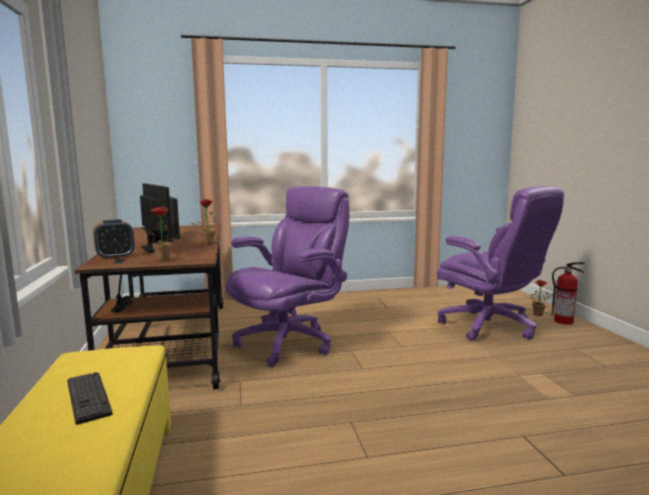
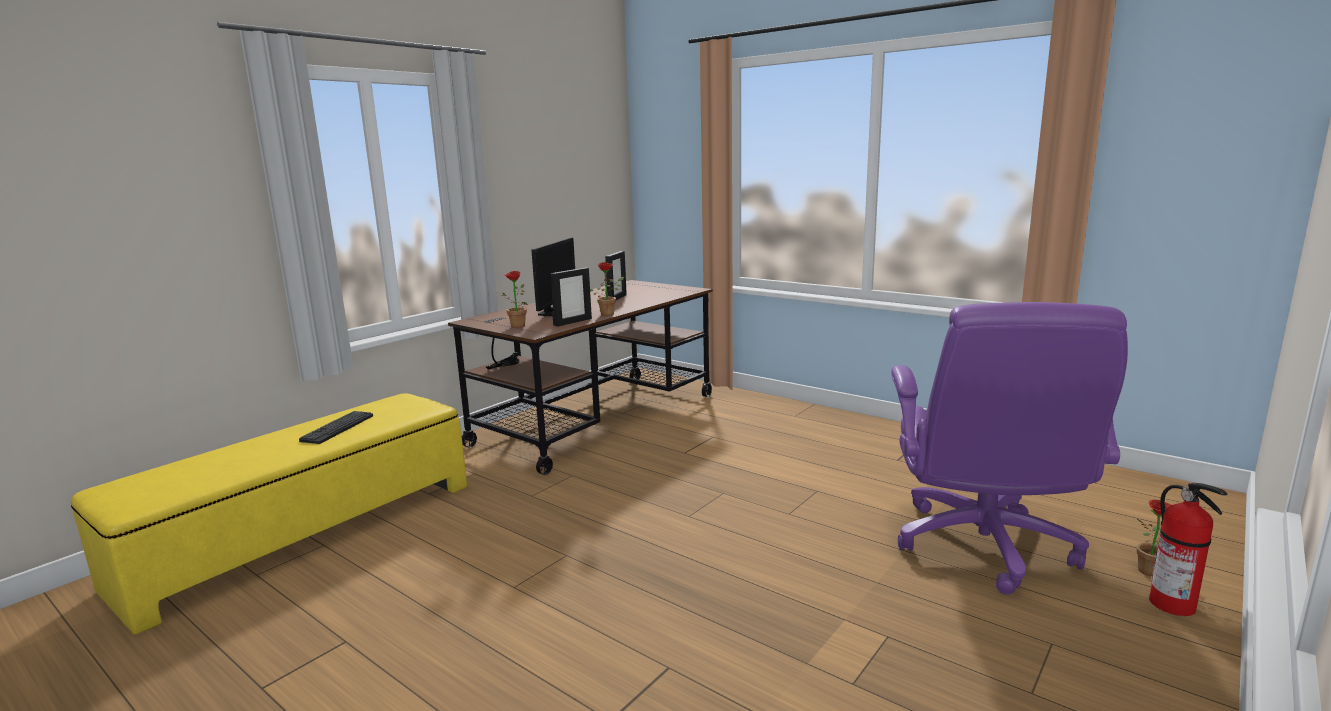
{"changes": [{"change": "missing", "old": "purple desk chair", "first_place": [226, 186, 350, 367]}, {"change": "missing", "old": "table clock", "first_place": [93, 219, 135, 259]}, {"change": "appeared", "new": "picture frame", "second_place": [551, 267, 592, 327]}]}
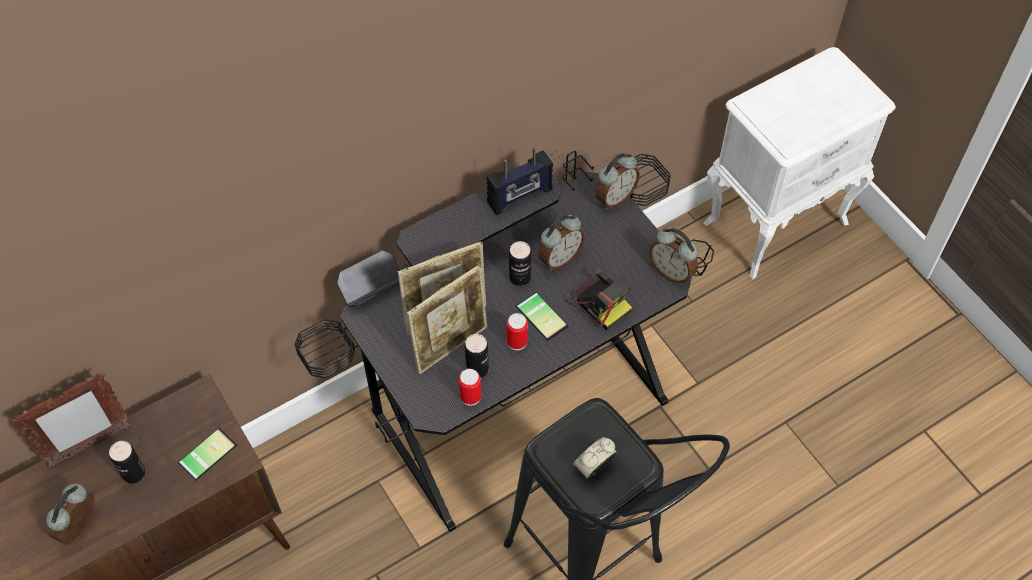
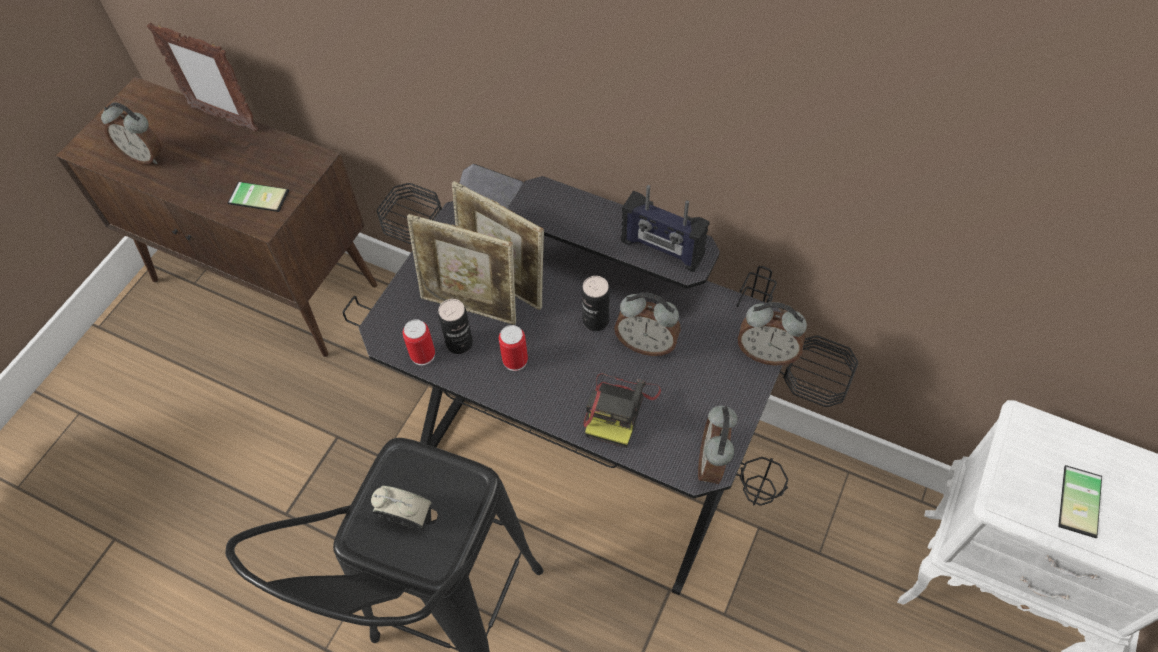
{"changes": [{"change": "relocated", "old": "phone", "first_place": [516, 292, 568, 341], "second_place": [1058, 465, 1102, 538]}, {"change": "missing", "old": "metal can", "first_place": [109, 441, 145, 484]}, {"change": "spun", "old": "table clock", "first_place": [46, 484, 95, 545], "second_place": [101, 102, 162, 165], "degrees": -150}]}
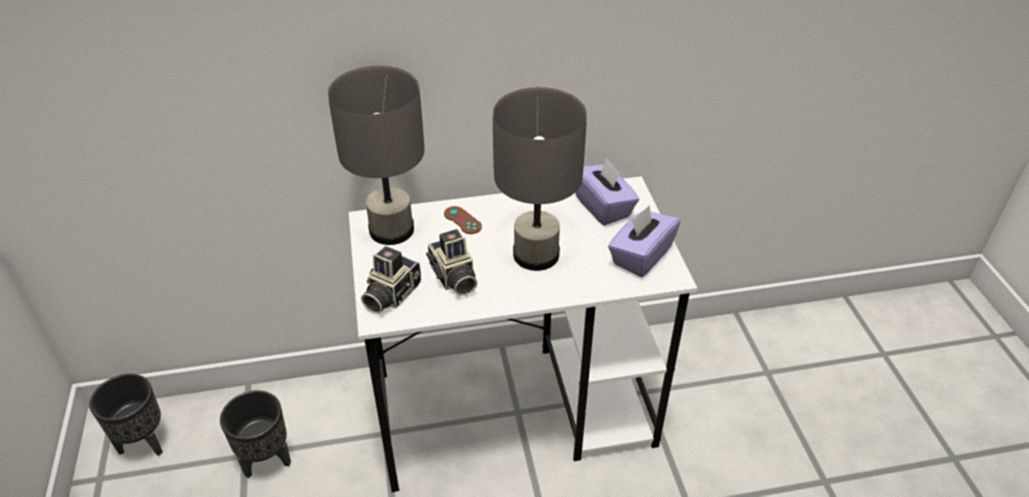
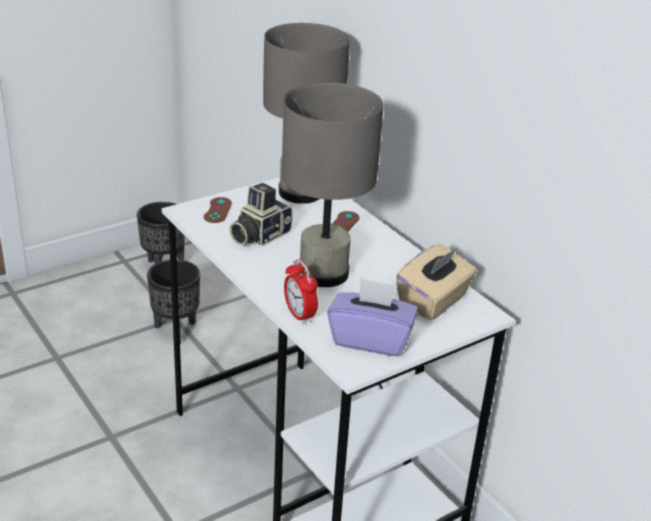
{"changes": [{"change": "colour", "old": "purple tissue holder", "new": "beige-coloured tissue holder", "first_place": [575, 157, 639, 226], "second_place": [396, 244, 477, 320]}, {"change": "exchanged", "old": "still camera", "new": "brown-coloured joypad", "first_place": [361, 246, 421, 314], "second_place": [204, 197, 232, 223]}, {"change": "appeared", "new": "table clock", "second_place": [284, 259, 318, 325]}]}
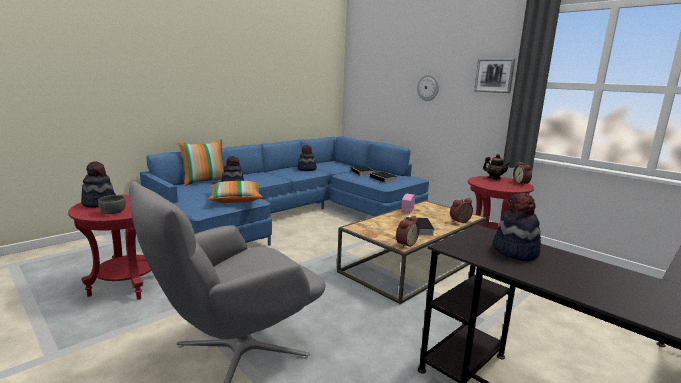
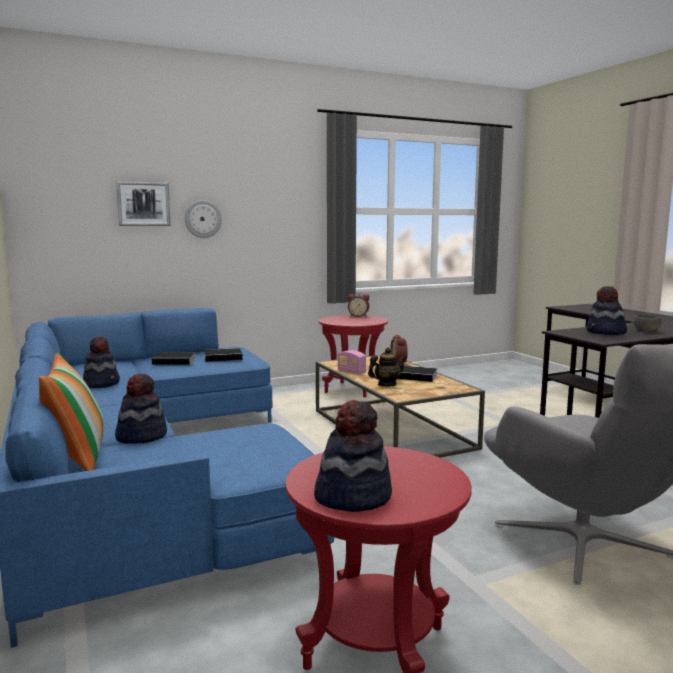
{"changes": [{"change": "relocated", "old": "wall picture", "first_place": [474, 58, 515, 93], "second_place": [116, 181, 171, 226]}, {"change": "relocated", "old": "teapot", "first_place": [483, 154, 510, 180], "second_place": [368, 347, 406, 386]}, {"change": "missing", "old": "throw pillow", "first_place": [208, 181, 264, 203]}, {"change": "relocated", "old": "grey deep dish", "first_place": [98, 195, 126, 214], "second_place": [634, 315, 662, 332]}, {"change": "missing", "old": "table clock", "first_place": [396, 216, 419, 248]}]}
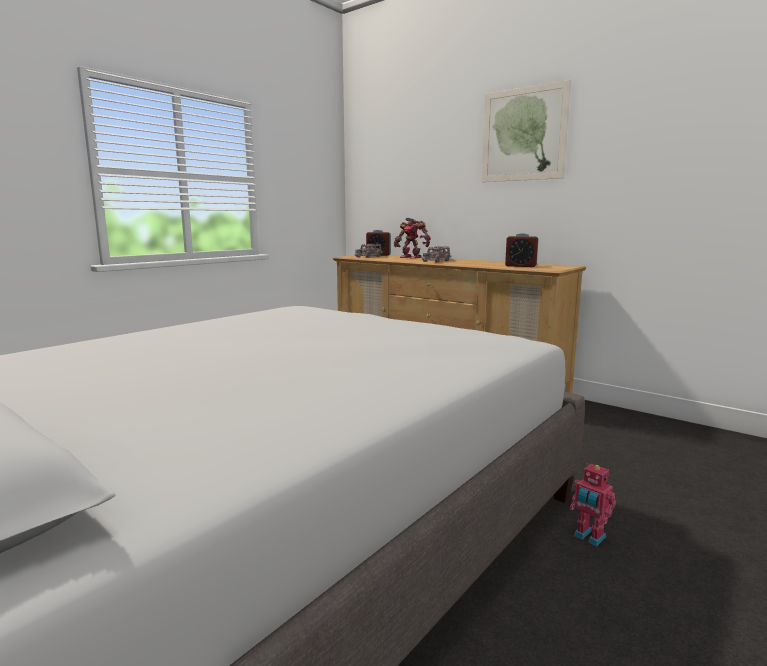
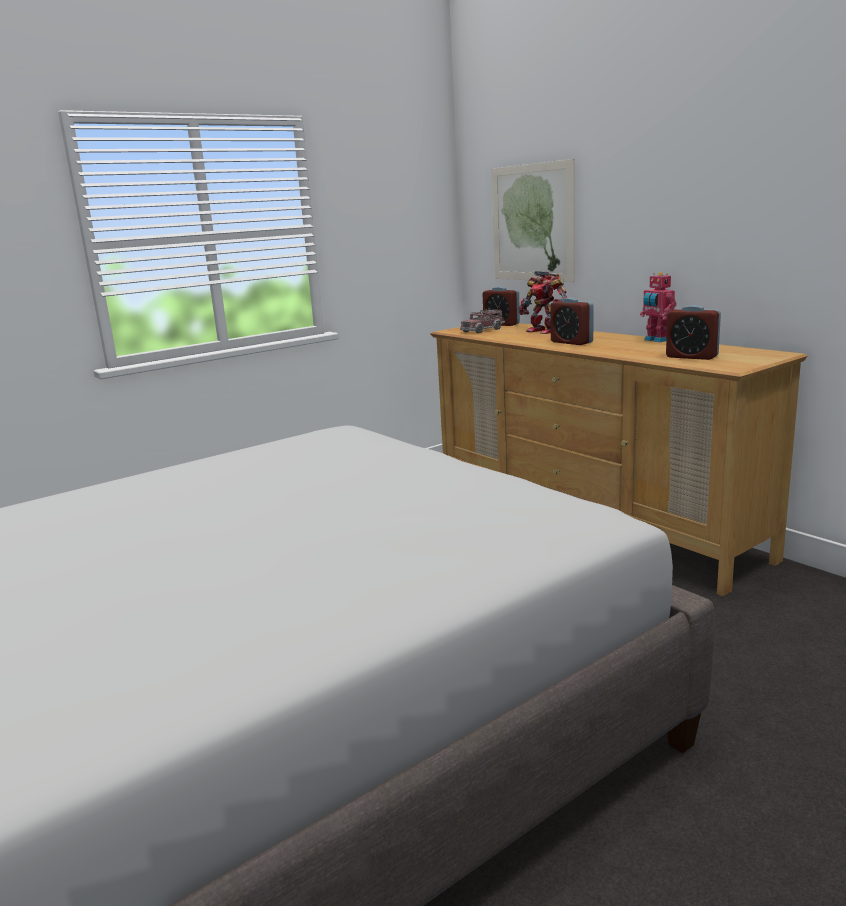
{"changes": [{"change": "relocated", "old": "wall picture", "first_place": [482, 80, 571, 182], "second_place": [492, 159, 575, 282]}, {"change": "exchanged", "old": "toy truck", "new": "table clock", "first_place": [422, 246, 452, 262], "second_place": [550, 297, 594, 345]}, {"change": "relocated", "old": "toy robot", "first_place": [570, 463, 616, 546], "second_place": [640, 272, 676, 343]}]}
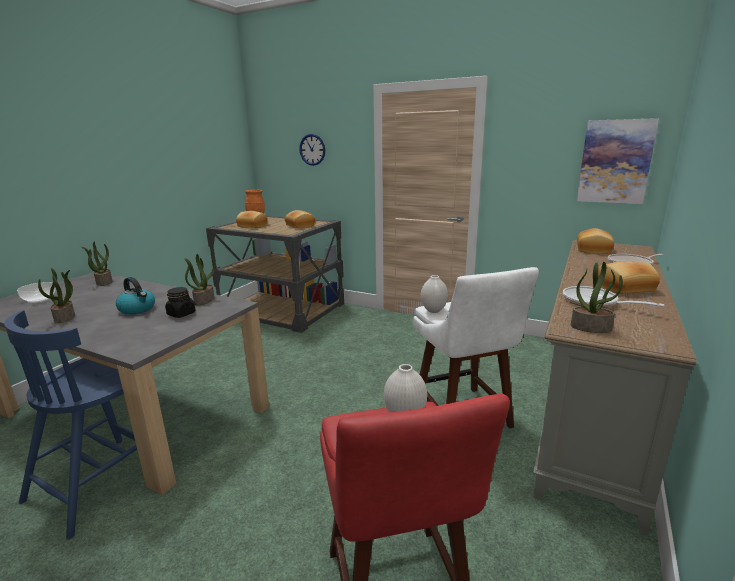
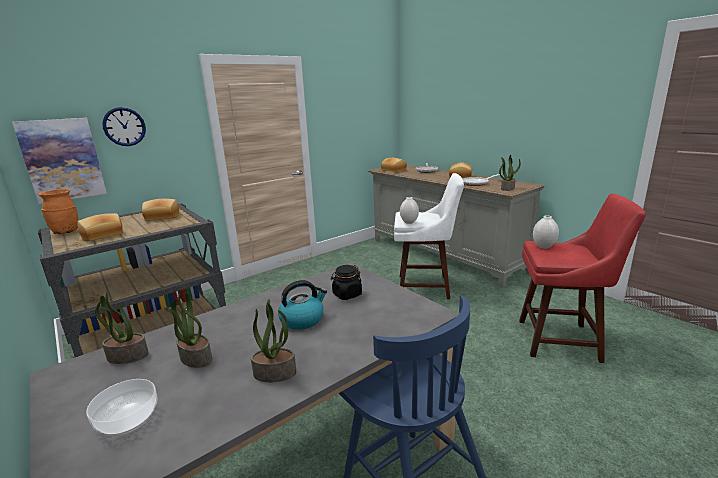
{"changes": [{"change": "relocated", "old": "wall picture", "first_place": [577, 118, 659, 204], "second_place": [12, 118, 107, 204]}, {"change": "relocated", "old": "potted plant", "first_place": [185, 254, 215, 305], "second_place": [164, 292, 212, 368]}]}
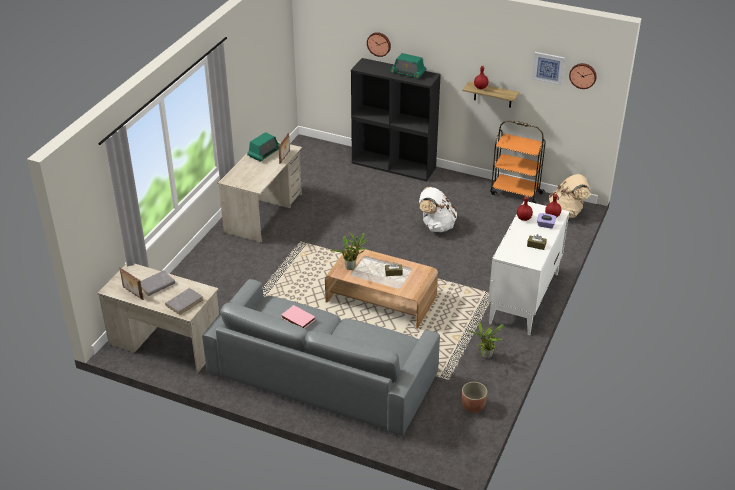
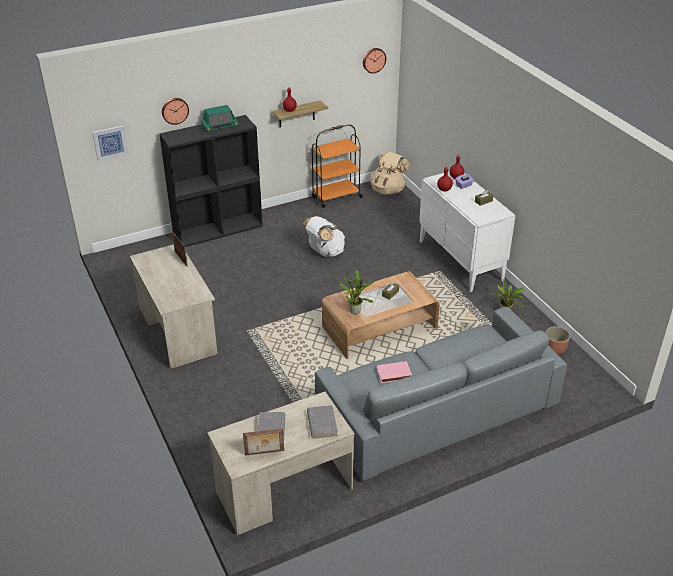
{"changes": [{"change": "relocated", "old": "wall picture", "first_place": [532, 52, 565, 85], "second_place": [92, 125, 129, 161]}, {"change": "missing", "old": "radio", "first_place": [247, 132, 279, 162]}]}
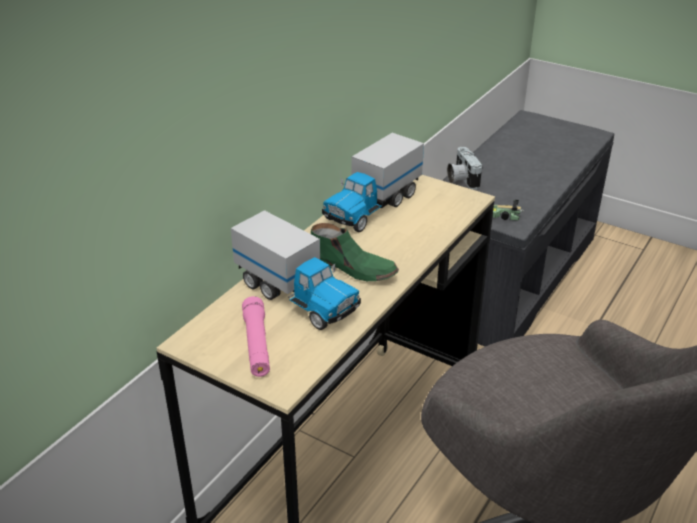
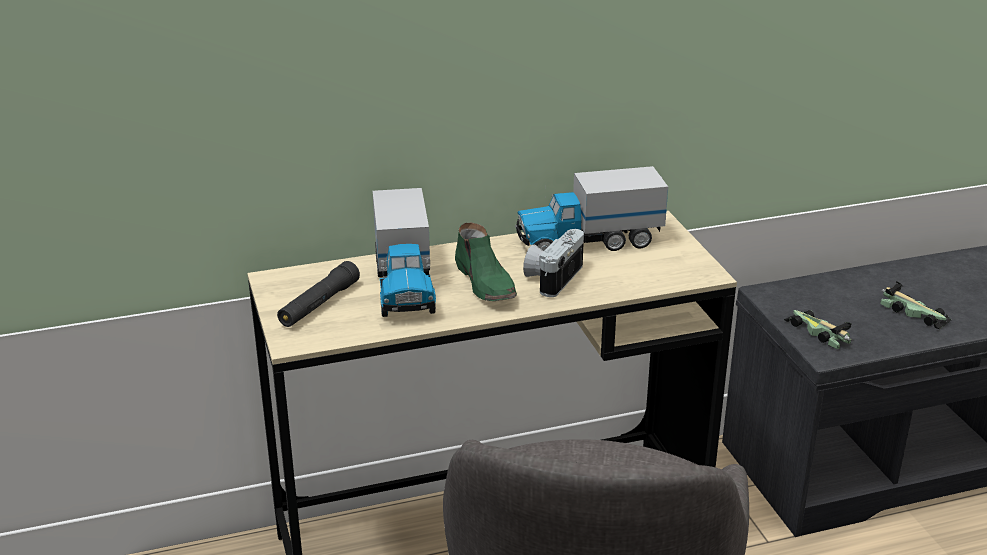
{"changes": [{"change": "relocated", "old": "still camera", "first_place": [447, 147, 483, 189], "second_place": [523, 229, 584, 297]}, {"change": "colour", "old": "pink flashlight", "new": "black-coloured flashlight", "first_place": [242, 296, 270, 377], "second_place": [277, 261, 360, 327]}, {"change": "appeared", "new": "miniature car", "second_place": [880, 281, 952, 330]}]}
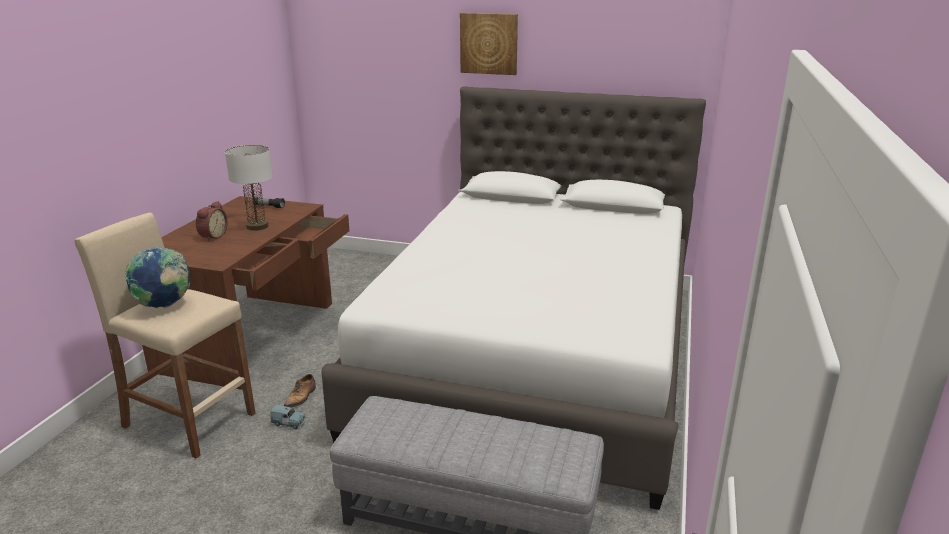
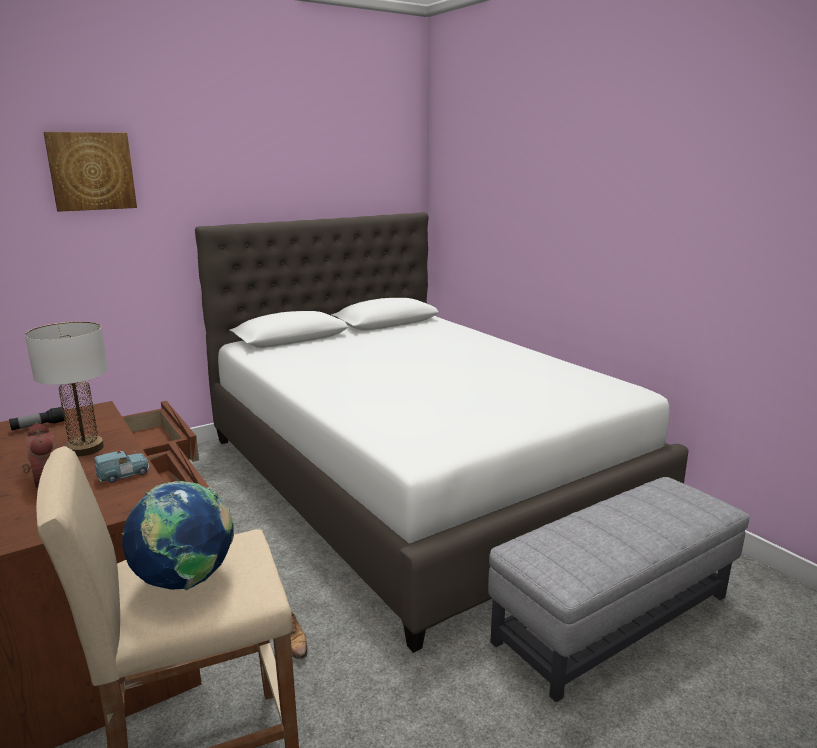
{"changes": [{"change": "relocated", "old": "wall picture", "first_place": [460, 13, 518, 75], "second_place": [44, 132, 137, 212]}, {"change": "relocated", "old": "blue miniature car", "first_place": [270, 405, 305, 429], "second_place": [94, 450, 149, 483]}]}
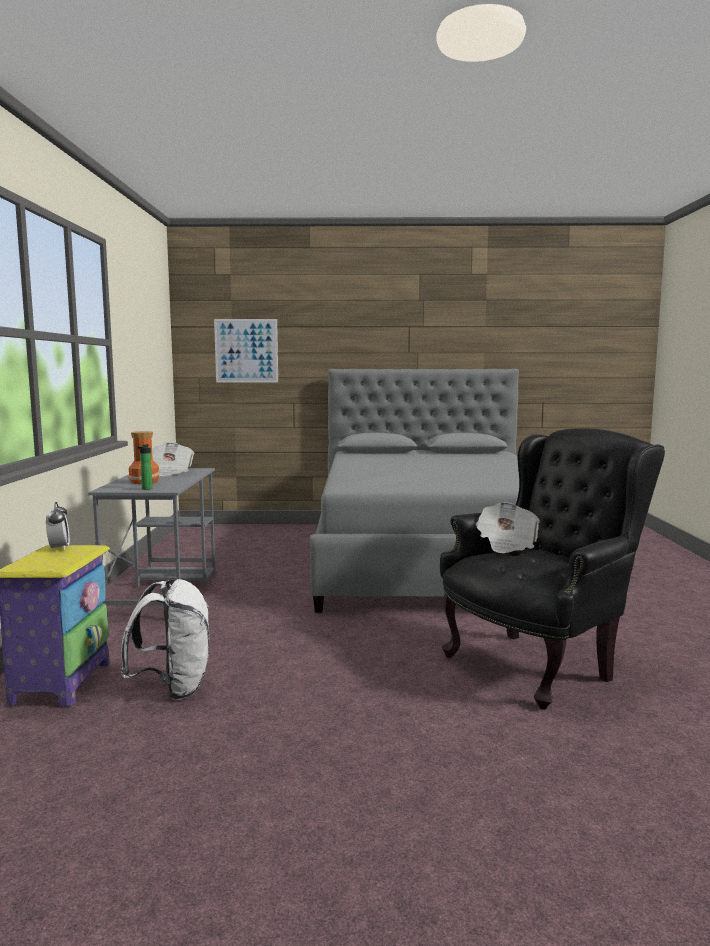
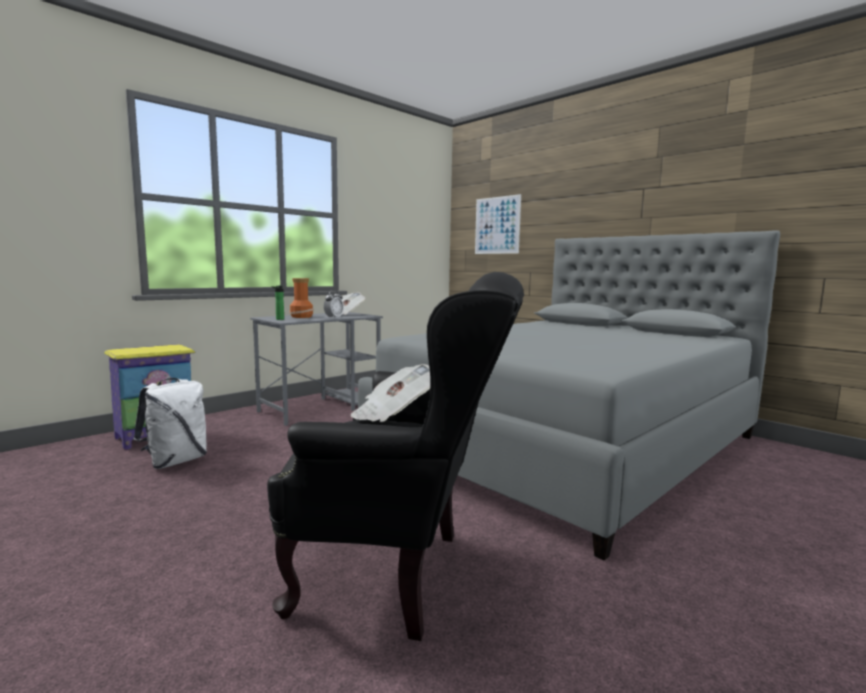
{"changes": [{"change": "relocated", "old": "table clock", "first_place": [46, 502, 70, 551], "second_place": [324, 290, 344, 318]}]}
